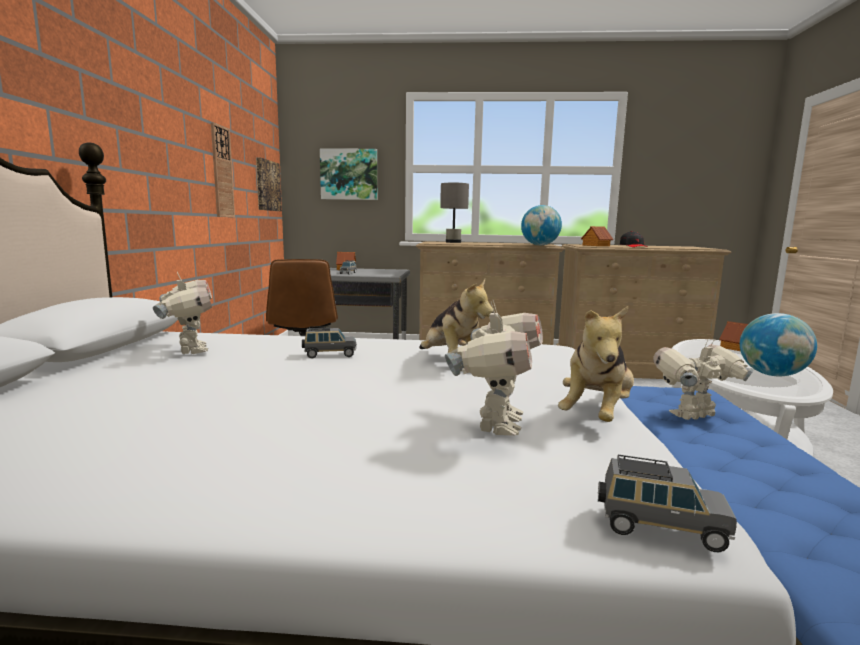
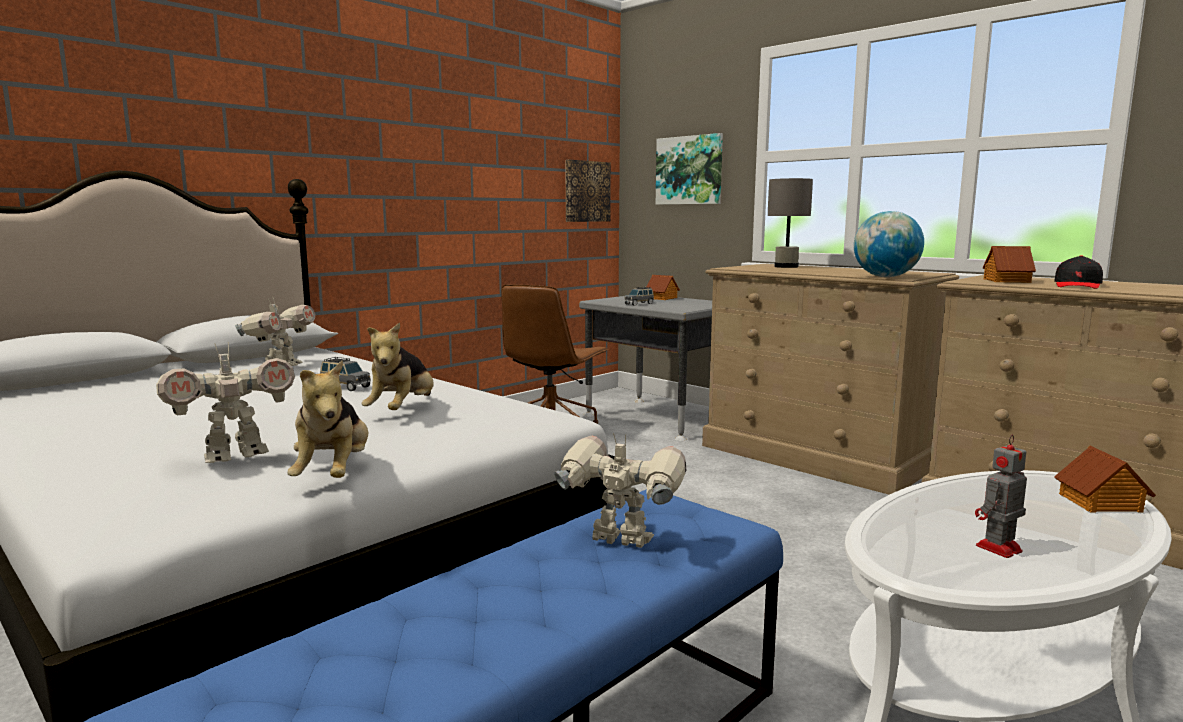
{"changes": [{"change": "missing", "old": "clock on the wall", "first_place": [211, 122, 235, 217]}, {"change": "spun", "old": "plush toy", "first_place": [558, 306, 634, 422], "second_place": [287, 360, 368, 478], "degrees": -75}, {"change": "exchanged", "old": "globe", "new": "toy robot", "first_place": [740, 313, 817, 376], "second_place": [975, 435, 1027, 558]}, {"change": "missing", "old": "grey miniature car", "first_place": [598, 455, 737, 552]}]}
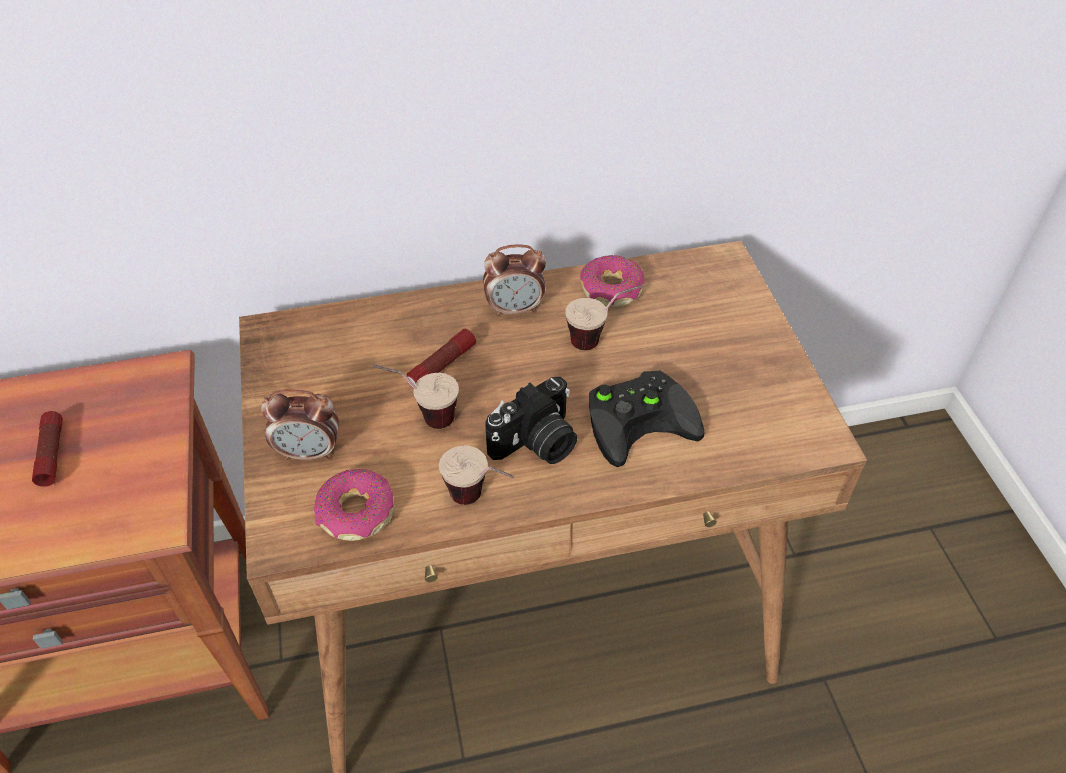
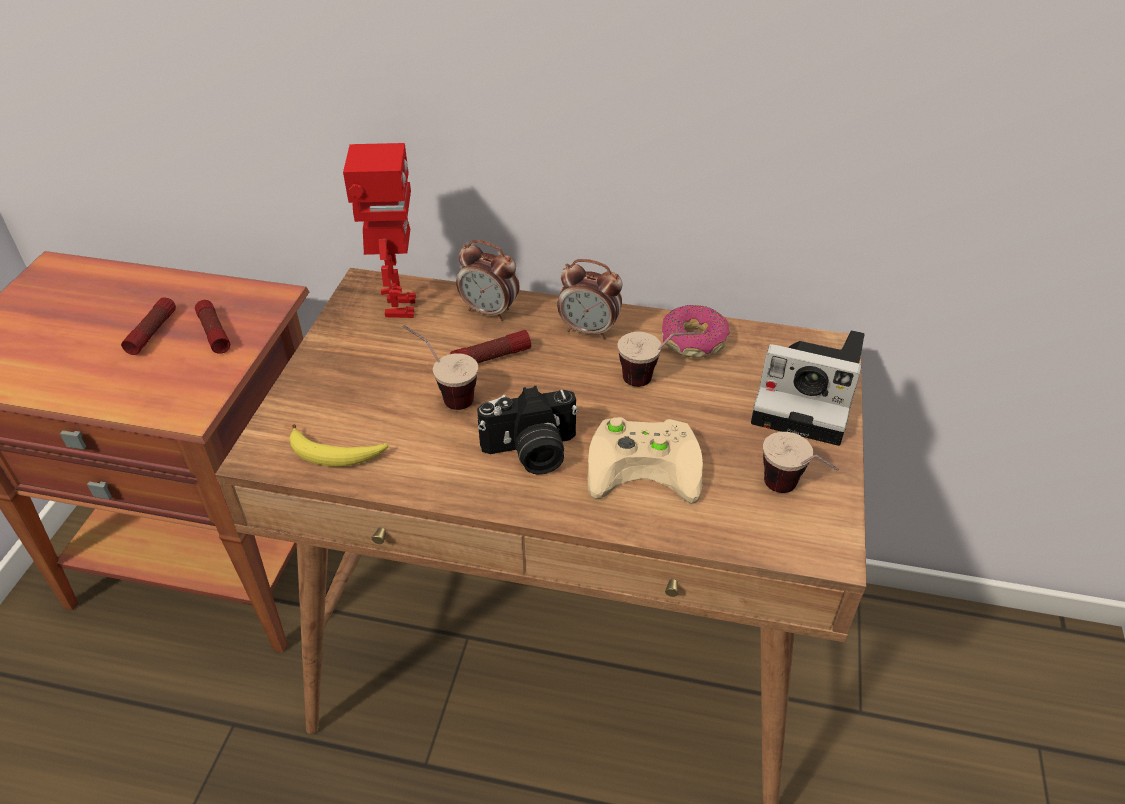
{"changes": [{"change": "colour", "old": "black-coloured joypad", "new": "beige-coloured joypad", "first_place": [589, 371, 704, 467], "second_place": [587, 417, 703, 504]}, {"change": "relocated", "old": "table clock", "first_place": [261, 389, 339, 460], "second_place": [456, 240, 520, 321]}, {"change": "relocated", "old": "drinking cup", "first_place": [439, 445, 514, 505], "second_place": [763, 432, 839, 493]}, {"change": "exchanged", "old": "donut", "new": "banana", "first_place": [314, 469, 395, 541], "second_place": [289, 424, 388, 467]}, {"change": "appeared", "new": "toy robot", "second_place": [343, 143, 416, 318]}, {"change": "appeared", "new": "flashlight", "second_place": [195, 300, 230, 354]}, {"change": "appeared", "new": "still camera", "second_place": [751, 330, 865, 446]}]}
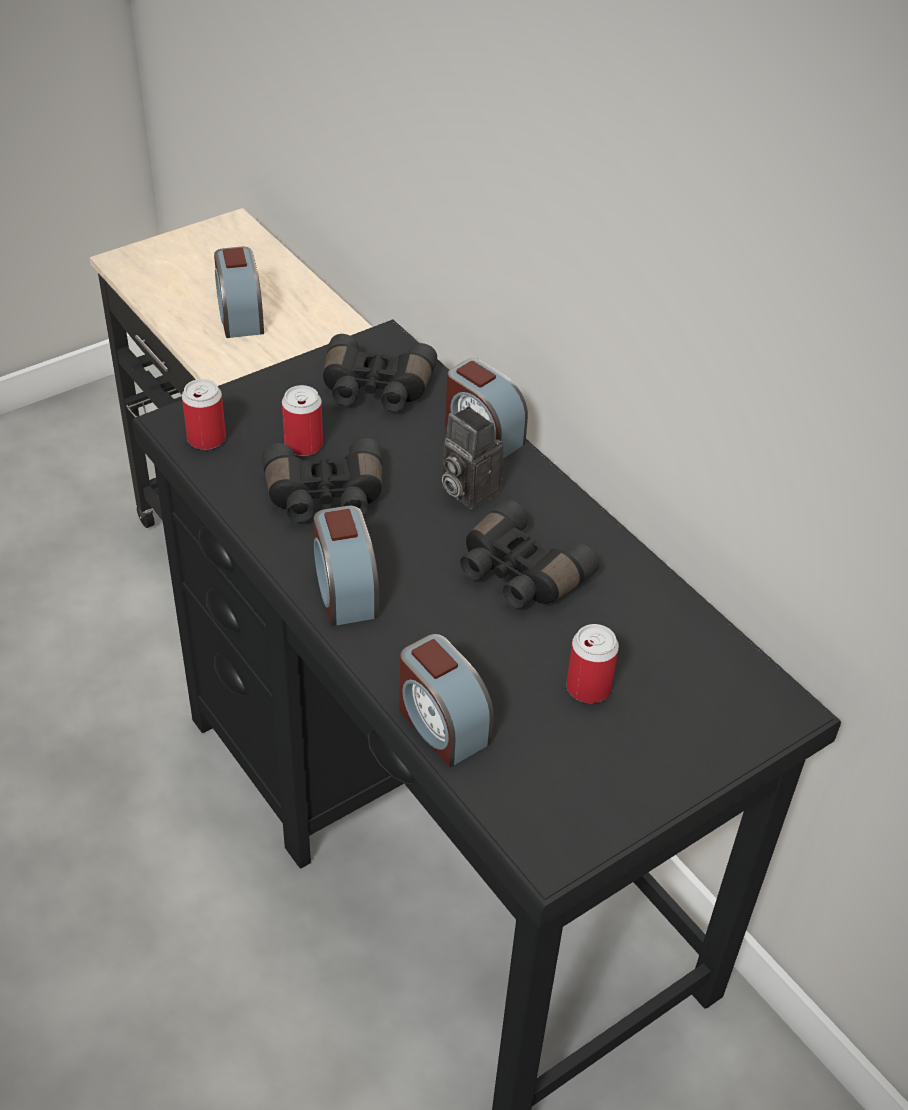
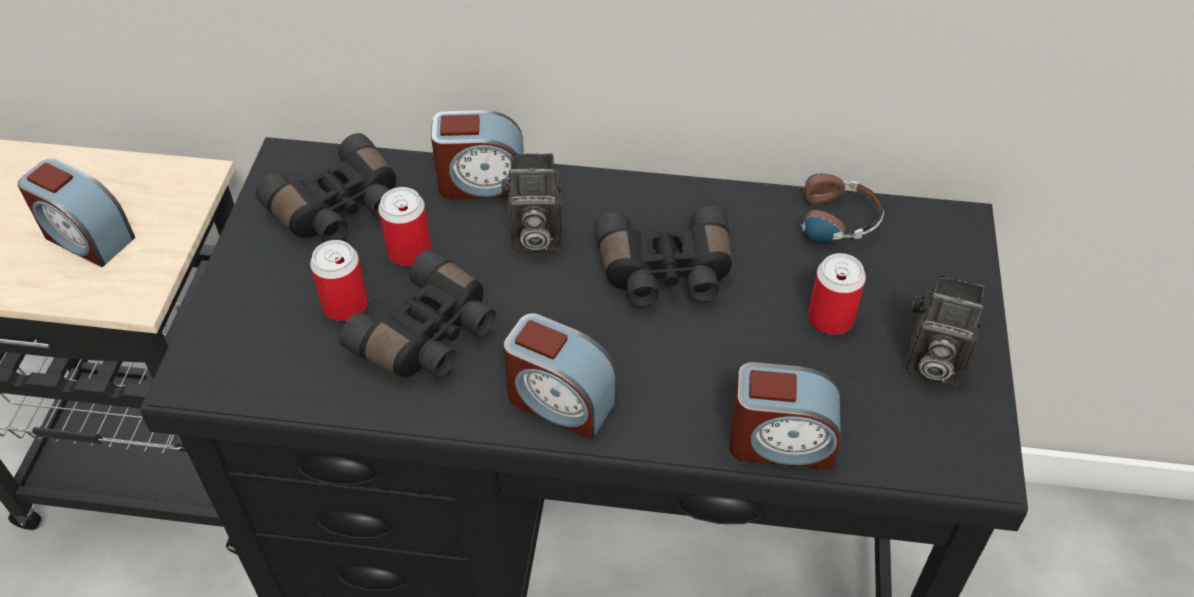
{"changes": [{"change": "relocated", "old": "metal can", "first_place": [182, 379, 226, 450], "second_place": [378, 187, 431, 266]}, {"change": "appeared", "new": "headphones", "second_place": [774, 174, 884, 242]}, {"change": "appeared", "new": "still camera", "second_place": [905, 275, 985, 385]}]}
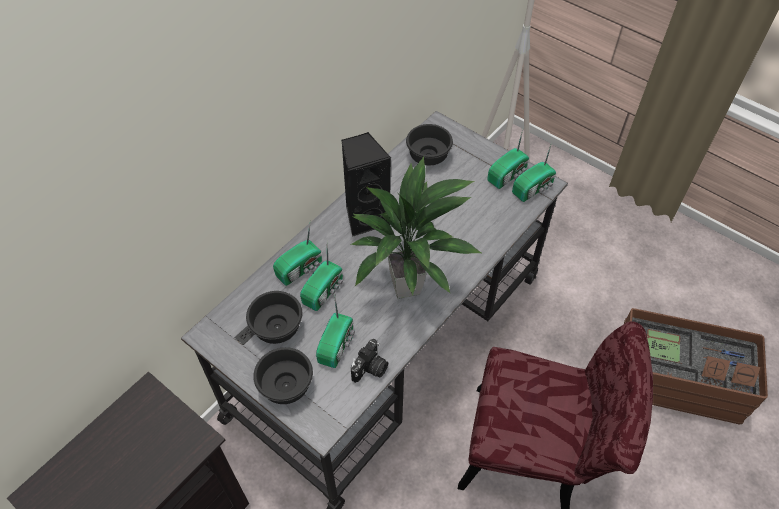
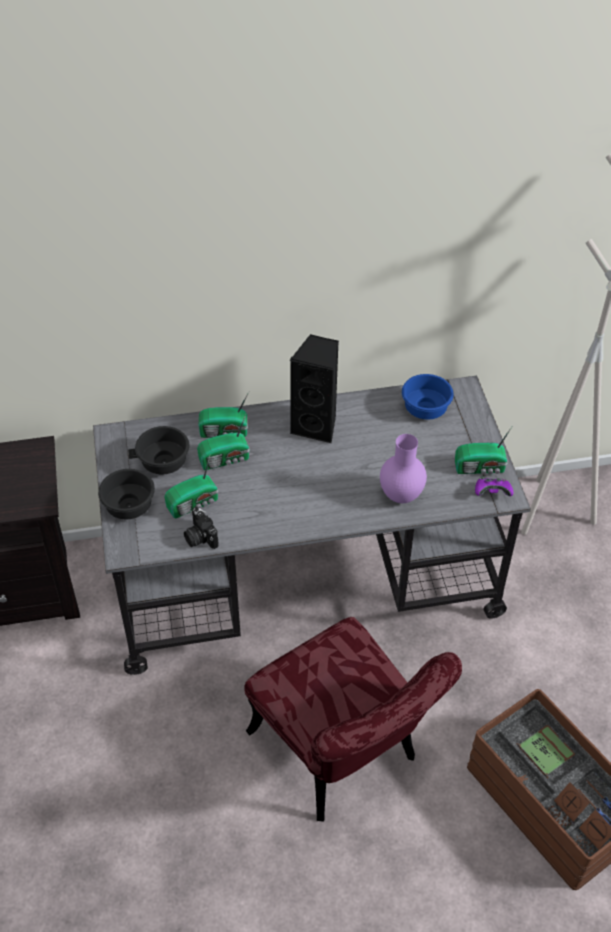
{"changes": [{"change": "colour", "old": "black-coloured deep dish", "new": "blue deep dish", "first_place": [406, 124, 453, 165], "second_place": [402, 374, 454, 419]}, {"change": "exchanged", "old": "radio", "new": "purple joypad", "first_place": [512, 142, 557, 202], "second_place": [475, 476, 514, 496]}, {"change": "missing", "old": "potted plant", "first_place": [351, 157, 481, 299]}, {"change": "spun", "old": "still camera", "first_place": [351, 339, 388, 383], "second_place": [184, 507, 219, 549], "degrees": 75}, {"change": "appeared", "new": "purple flower vase", "second_place": [380, 434, 427, 503]}]}
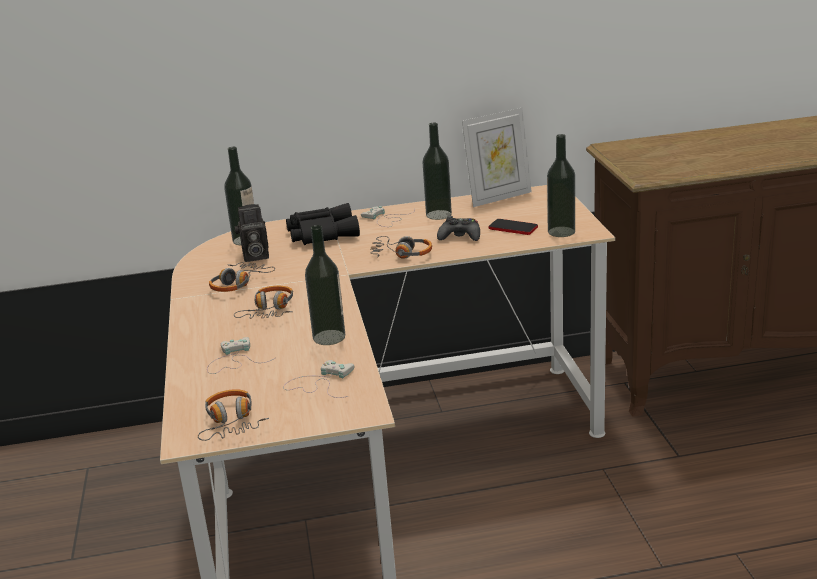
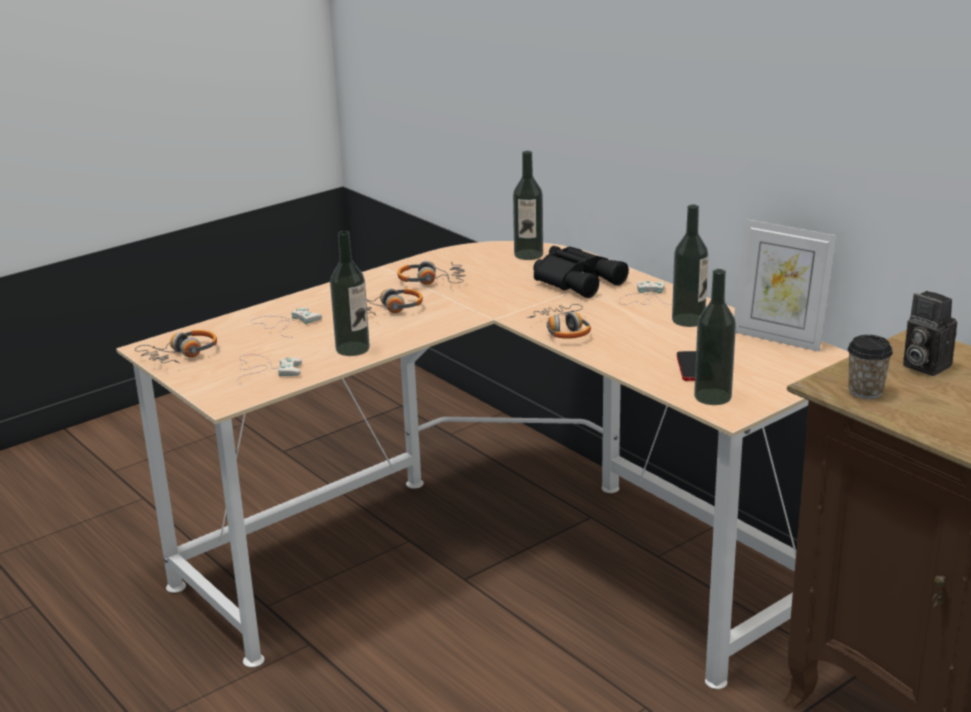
{"changes": [{"change": "relocated", "old": "still camera", "first_place": [235, 204, 269, 262], "second_place": [903, 291, 957, 376]}, {"change": "missing", "old": "black-coloured joypad", "first_place": [437, 216, 480, 241]}, {"change": "appeared", "new": "drinking cup", "second_place": [848, 335, 893, 399]}]}
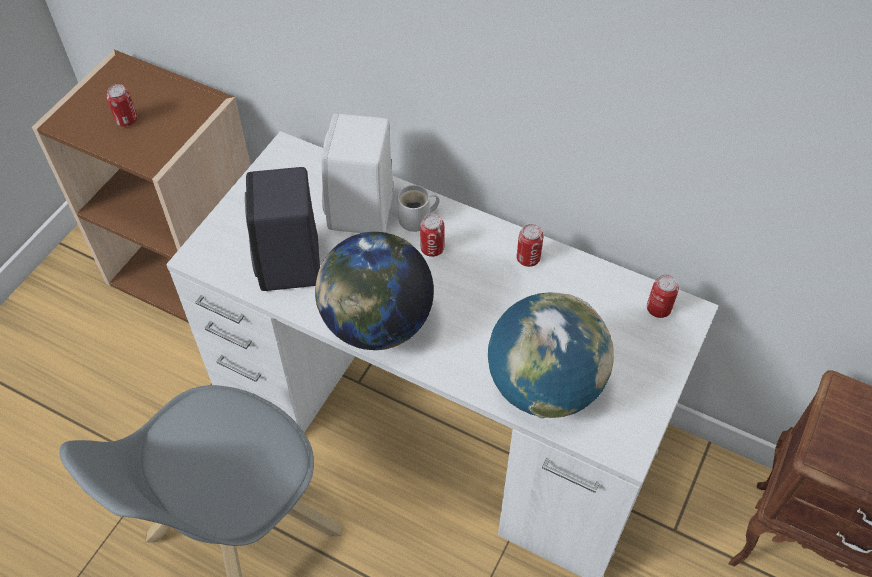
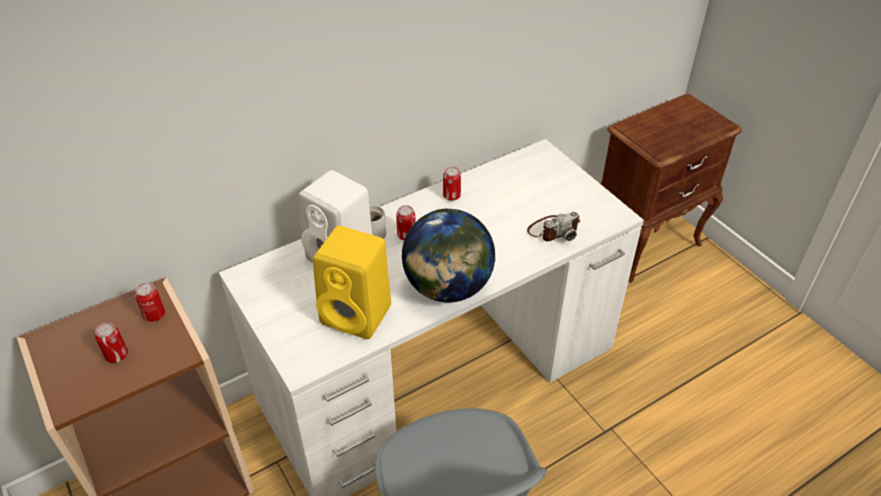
{"changes": [{"change": "colour", "old": "black-coloured audio speaker", "new": "yellow audio speaker", "first_place": [245, 167, 320, 291], "second_place": [313, 225, 391, 339]}, {"change": "relocated", "old": "metal can", "first_place": [647, 274, 679, 318], "second_place": [135, 283, 165, 322]}, {"change": "exchanged", "old": "globe", "new": "still camera", "first_place": [488, 292, 614, 418], "second_place": [527, 211, 580, 242]}]}
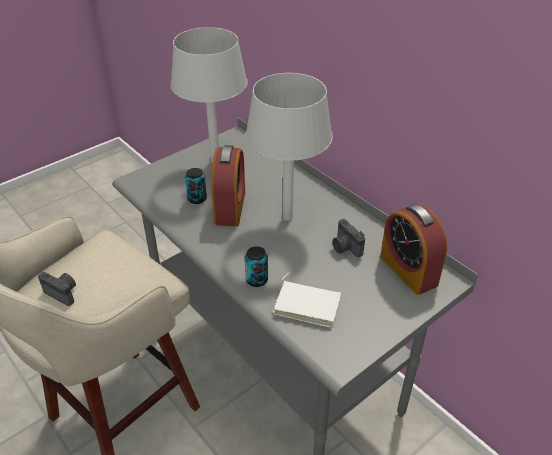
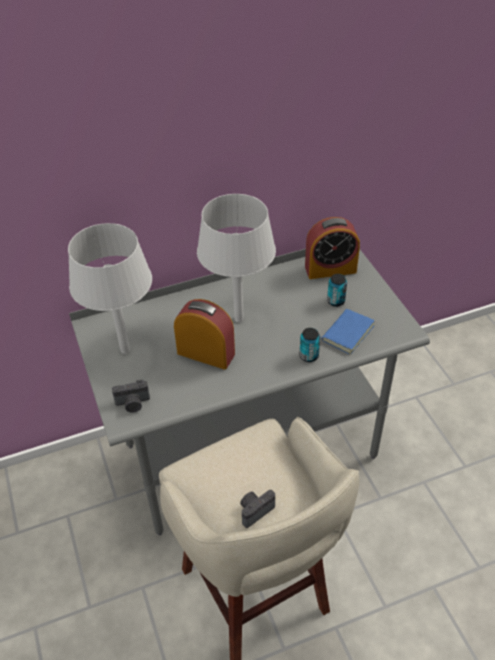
{"changes": [{"change": "relocated", "old": "metal can", "first_place": [185, 168, 207, 204], "second_place": [327, 274, 347, 307]}, {"change": "relocated", "old": "still camera", "first_place": [333, 219, 365, 257], "second_place": [112, 380, 150, 412]}, {"change": "colour", "old": "whitish book", "new": "blue book", "first_place": [273, 272, 341, 327], "second_place": [320, 309, 375, 354]}]}
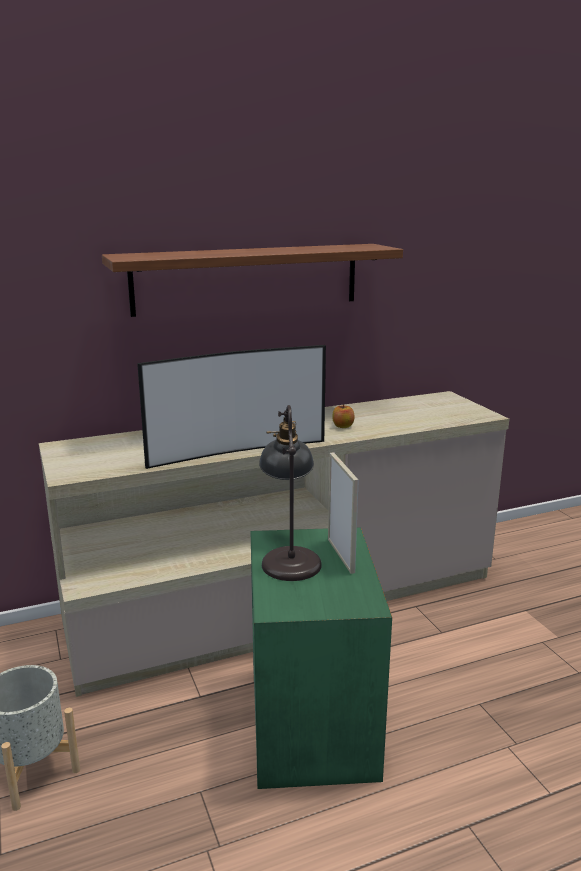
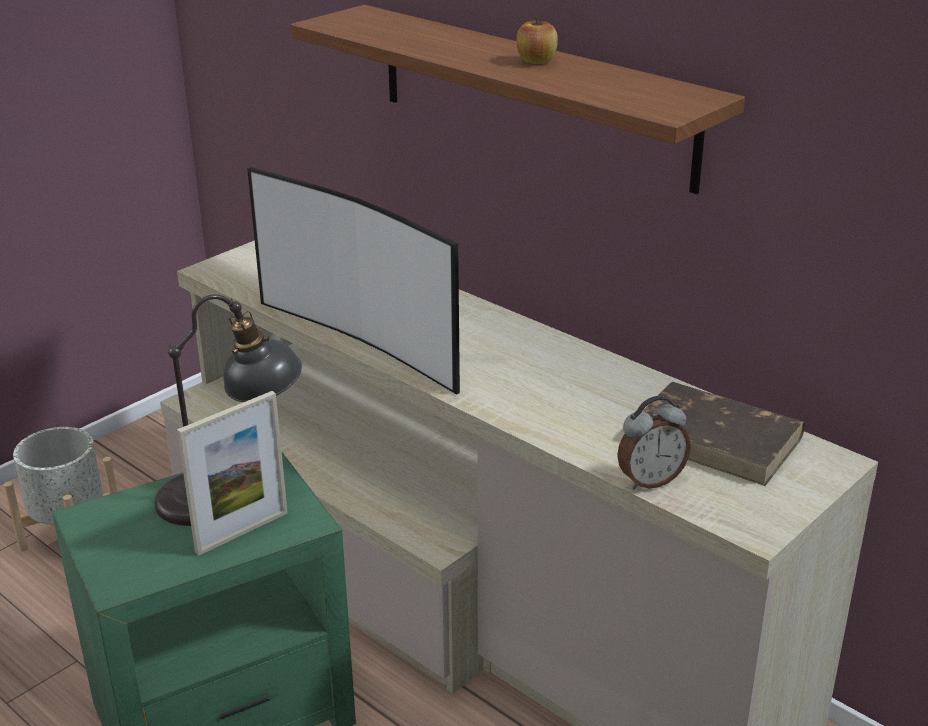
{"changes": [{"change": "relocated", "old": "apple", "first_place": [333, 404, 354, 428], "second_place": [517, 17, 558, 64]}, {"change": "appeared", "new": "brown-coloured book", "second_place": [642, 382, 805, 486]}, {"change": "appeared", "new": "table clock", "second_place": [617, 396, 691, 489]}]}
